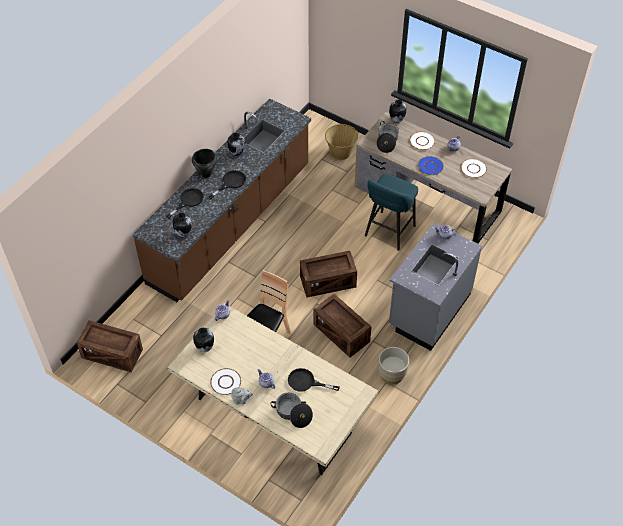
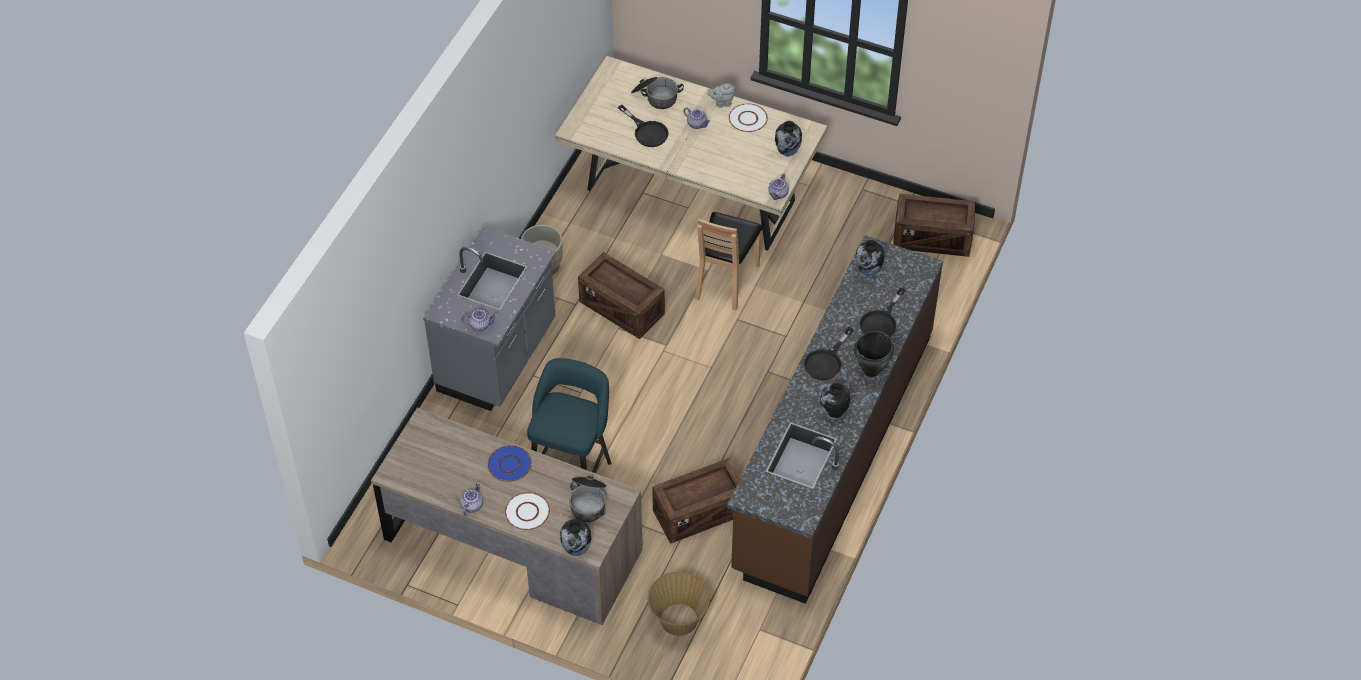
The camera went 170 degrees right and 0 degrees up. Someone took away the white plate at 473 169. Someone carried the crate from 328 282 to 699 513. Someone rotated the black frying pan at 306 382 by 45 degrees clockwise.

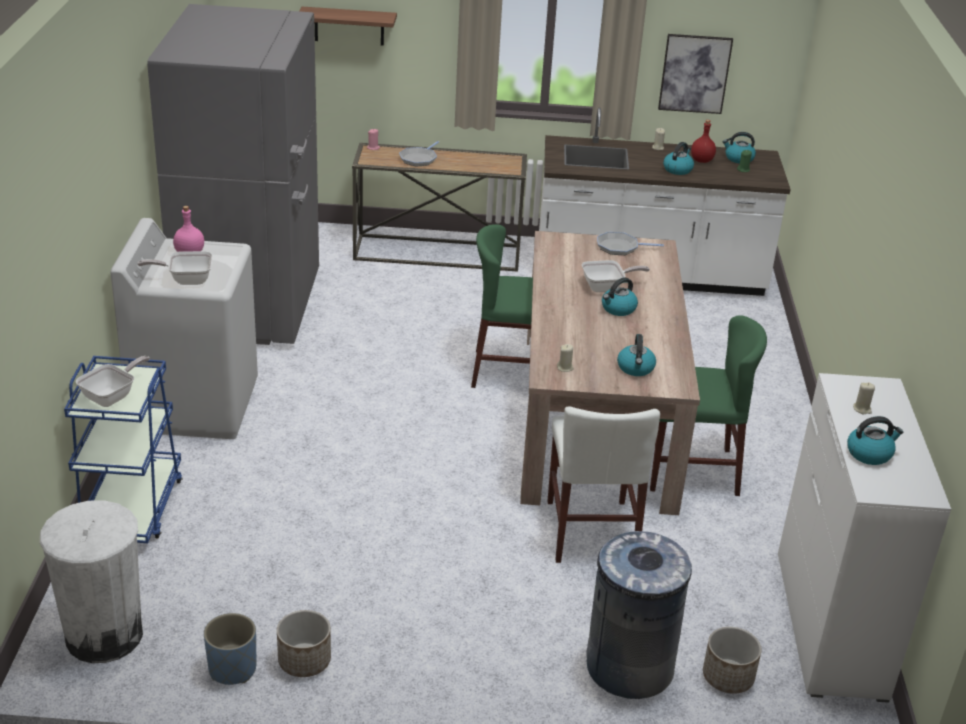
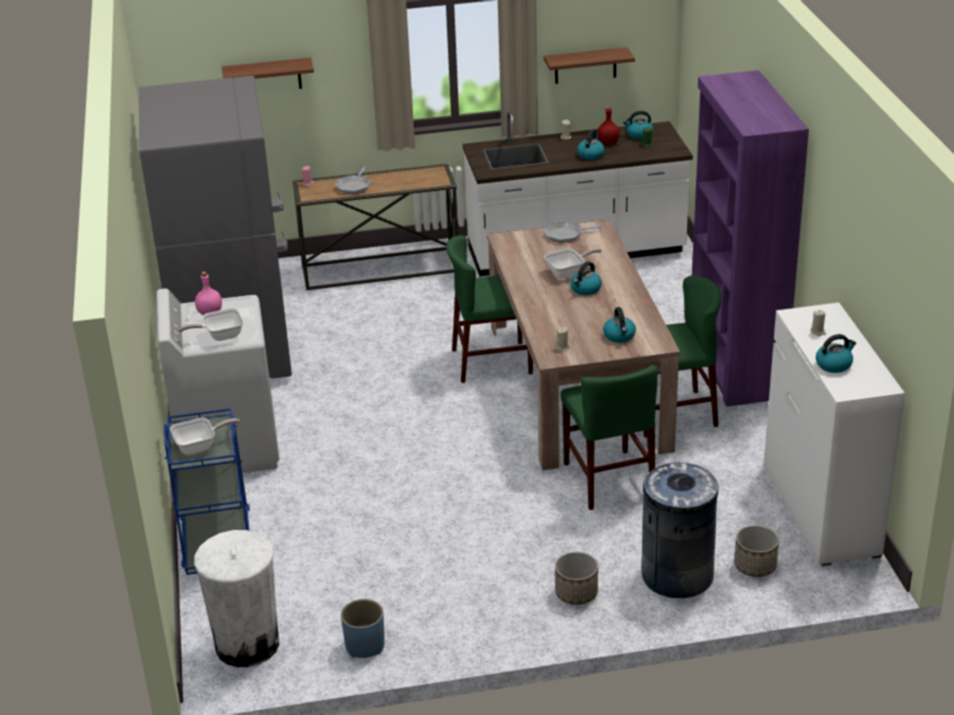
The camera went 10 degrees left and 0 degrees up. Someone put down the purple bookcase at 734 365. Someone carried the planter from 304 661 to 576 593. Someone swapped the picture at 694 73 for the shelf at 585 65. Someone repainted the white chair at 591 531, which became the green chair at 608 479. Someone rotated the frying pan at 112 396 by 45 degrees clockwise.

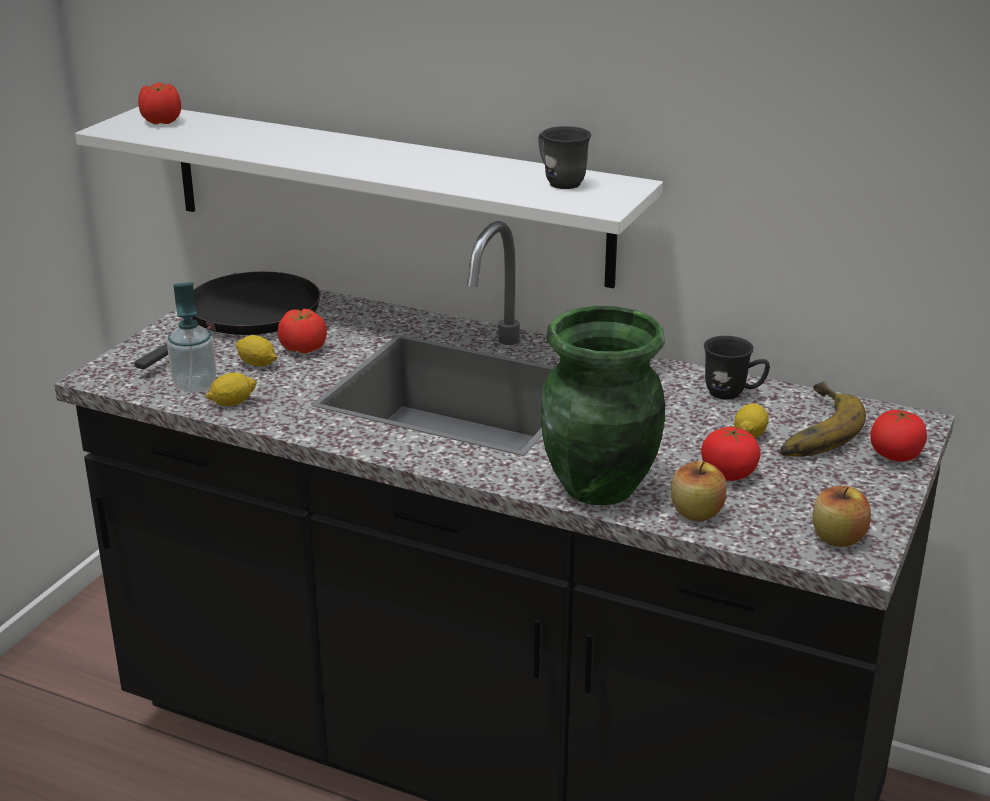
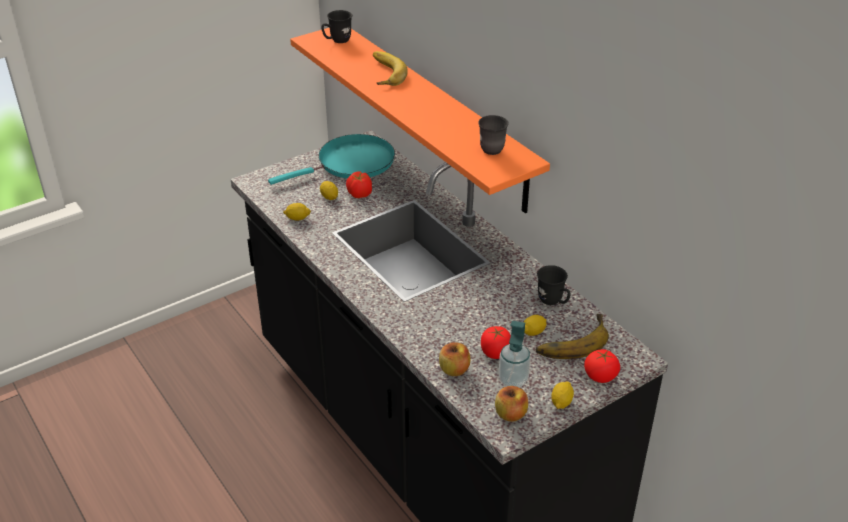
The camera went 30 degrees right and 10 degrees up. Someone took away the green vase at 600 487. Someone put down the banana at 383 73. Someone put down the lemon at 561 402. Someone carried the soap dispenser from 195 385 to 513 380. Someone swapped the tomato at 161 122 for the black mug at 337 41. Someone repainted the white shelf at 385 193, which became the orange shelf at 435 115. Someone repainted the black frying pan at 248 317, which became the turquoise frying pan at 351 163.

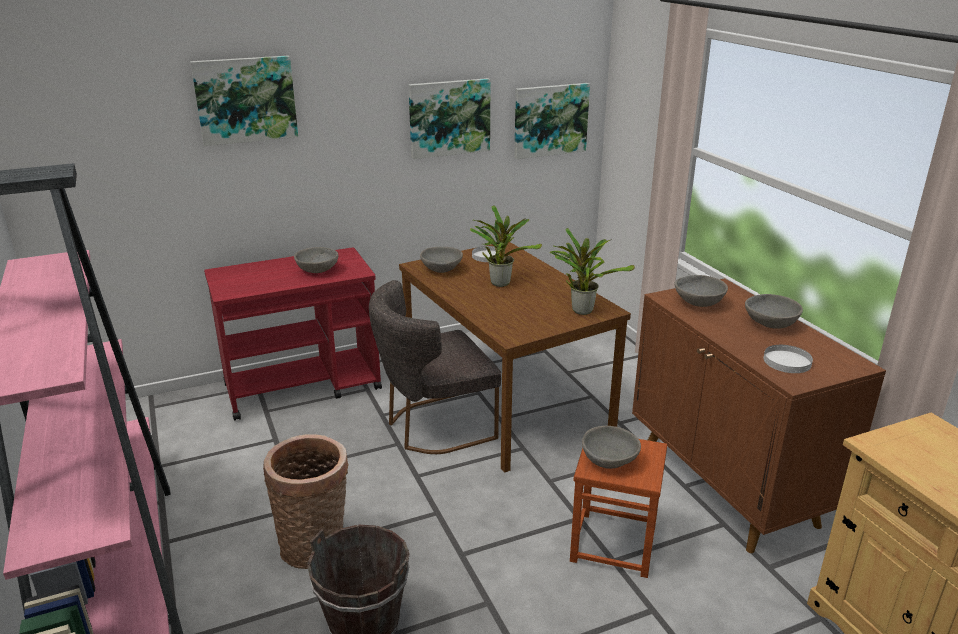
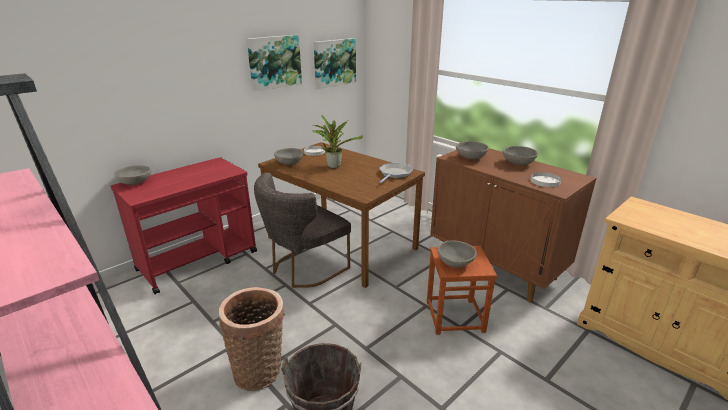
The camera went 20 degrees left and 0 degrees up. Someone took away the picture at 245 99. Someone carried the grey bowl from 318 270 to 136 182. Someone swapped the potted plant at 581 309 for the frying pan at 394 174.

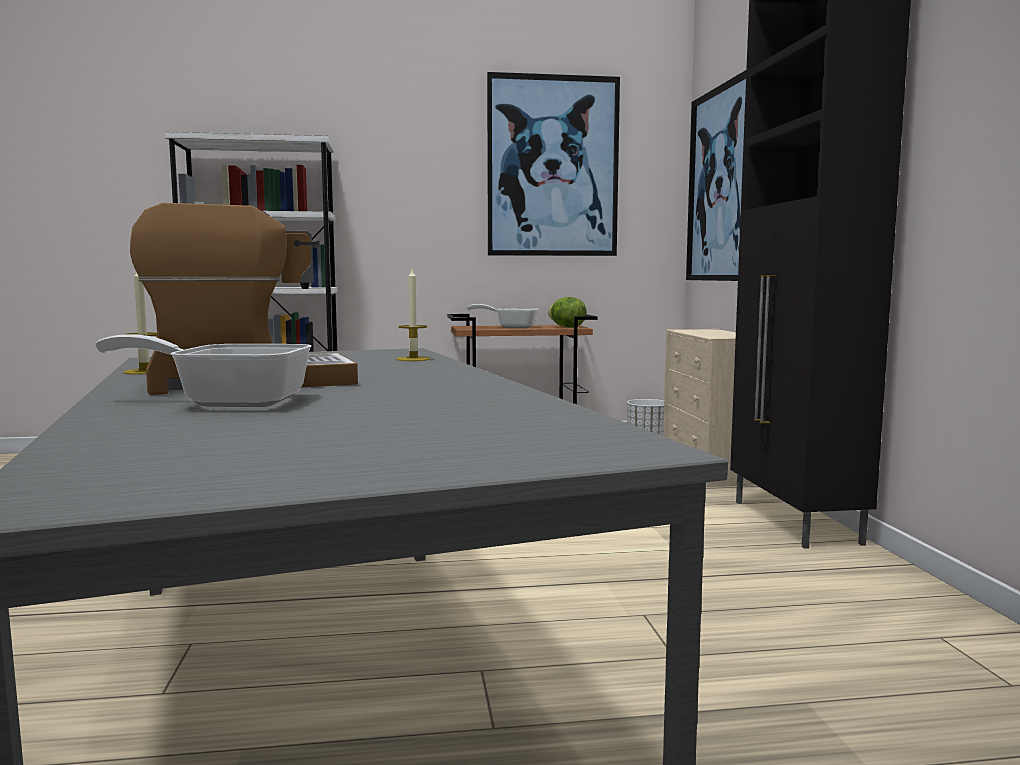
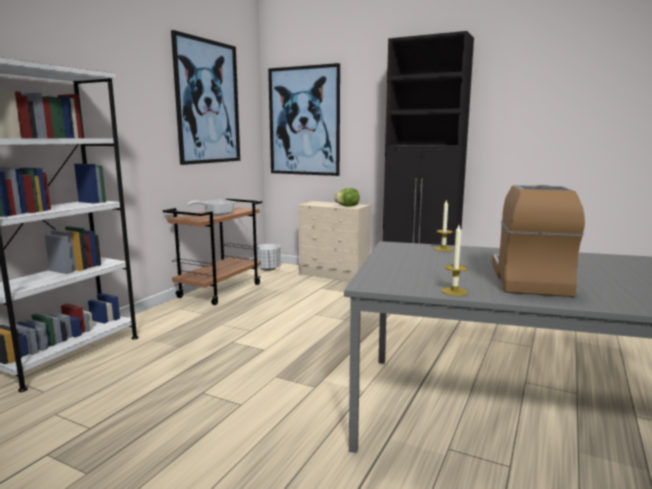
The camera went 55 degrees left and 5 degrees up. Someone took away the frying pan at 229 401. Someone carried the lettuce from 567 327 to 347 206.

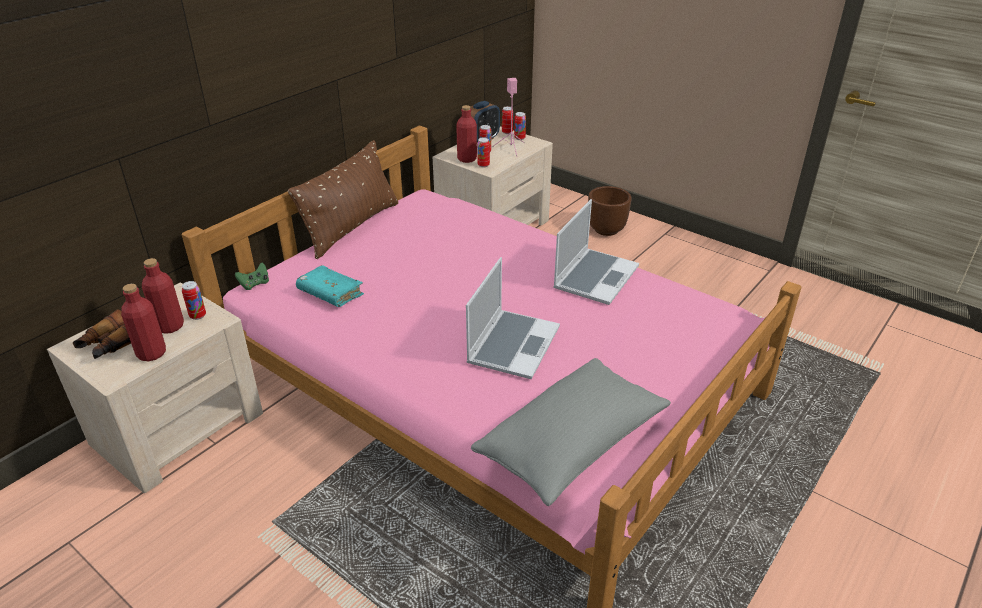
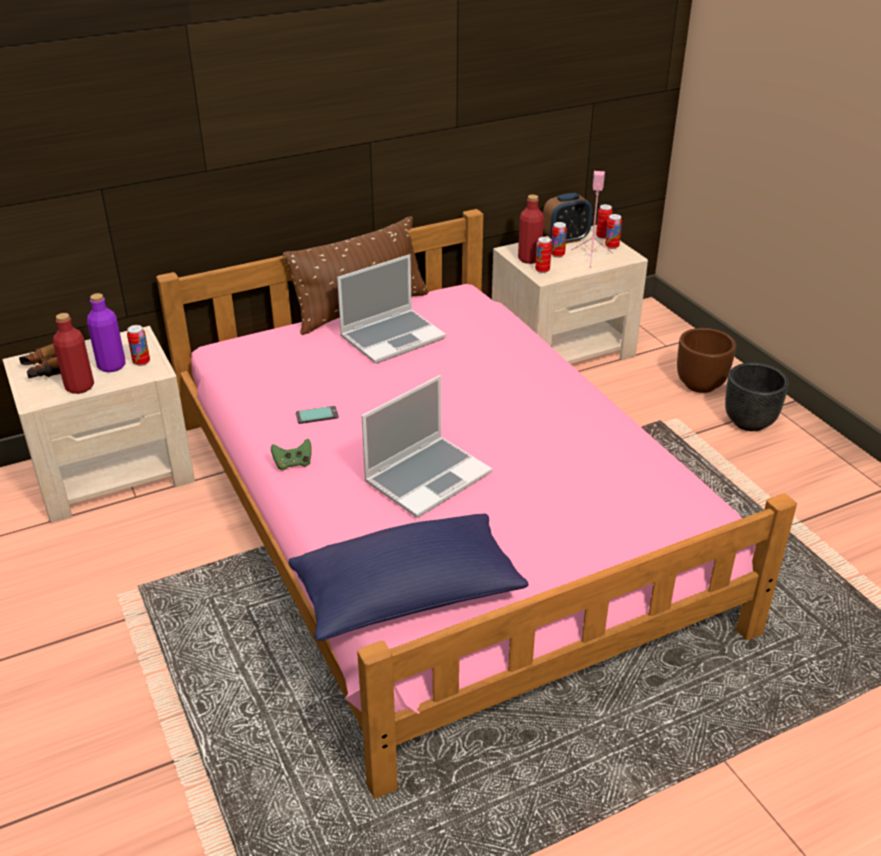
The camera went 25 degrees right and 0 degrees up. Someone took away the turquoise book at 330 293. Someone put down the phone at 317 415. Someone put down the black planter at 748 421. Someone carried the green game controller from 255 284 to 293 464. Someone carried the laptop from 595 277 to 393 337. Someone repainted the red bottle at 170 326, which became the purple bottle at 111 366. Someone repainted the grey pillow at 572 444, which became the blue pillow at 407 596.

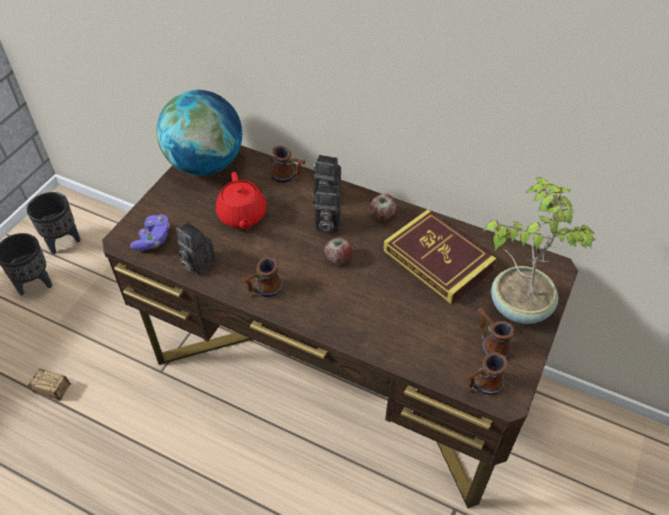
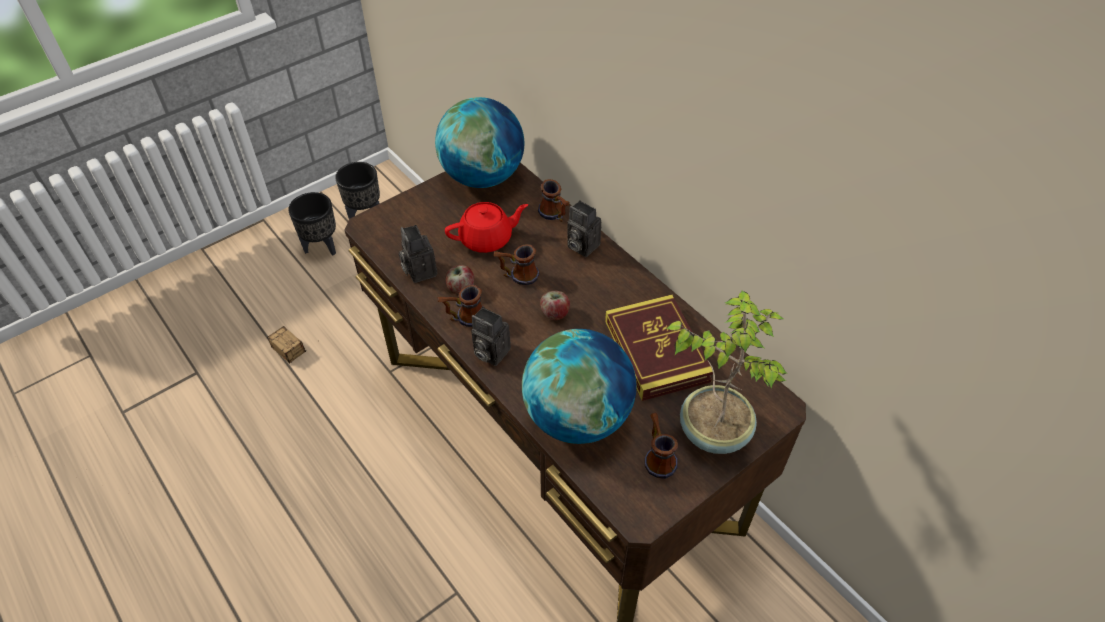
The camera went 25 degrees right and 0 degrees up. Someone took away the purple game controller at 153 239. Someone put down the globe at 577 417. Someone carried the photo camera from 326 224 to 489 352. Someone carried the apple from 382 215 to 460 288. Someone carried the mug from 481 386 to 517 276. Someone rotated the red teapot at 242 216 by 120 degrees counterclockwise.

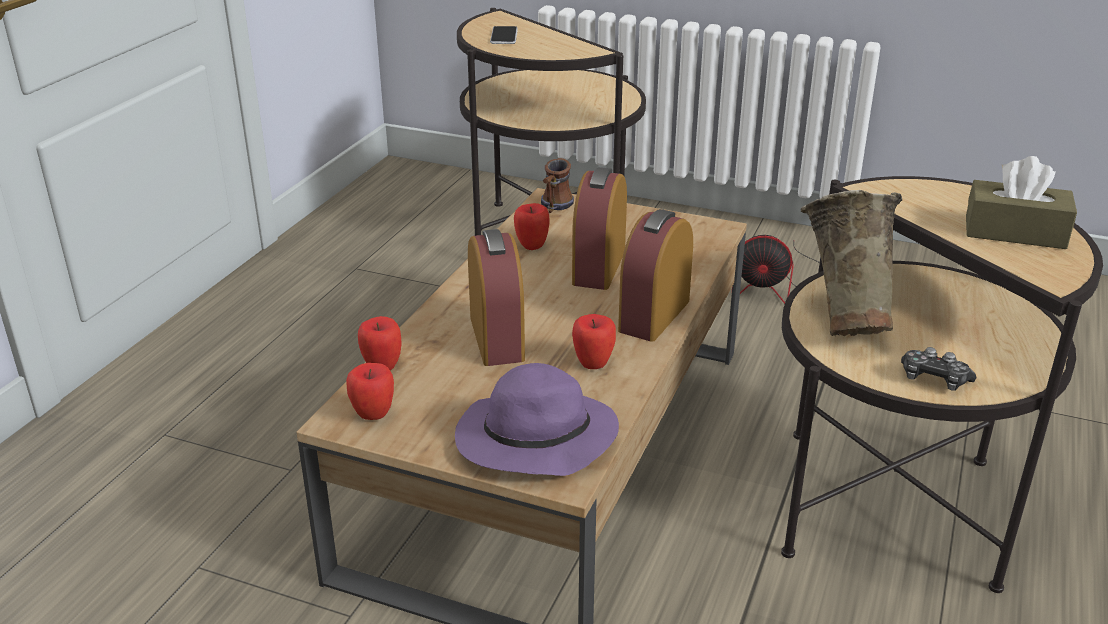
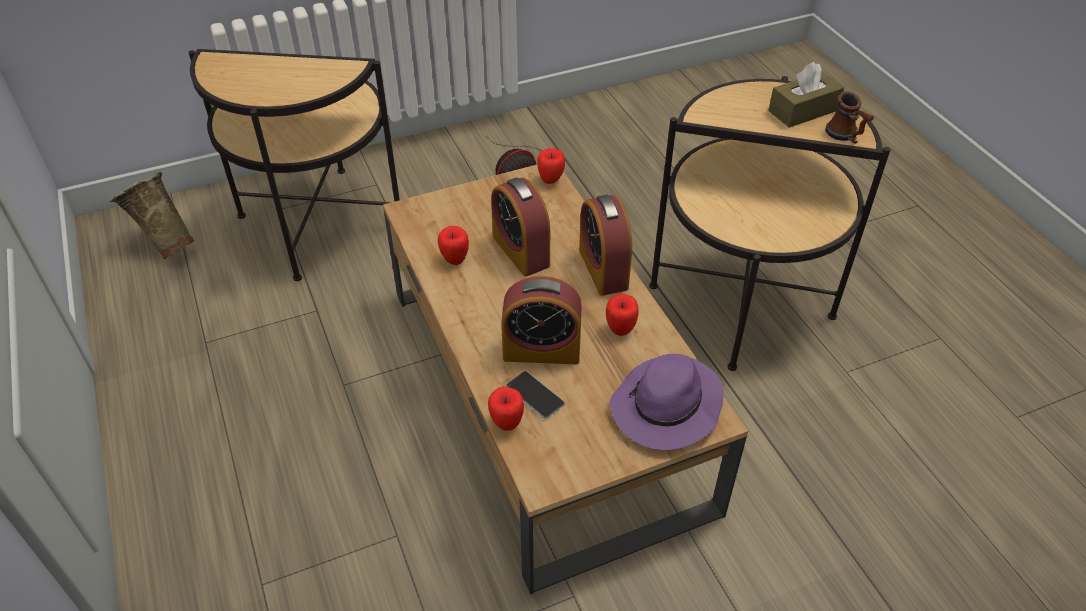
The camera went 45 degrees left and 15 degrees up. Someone took away the game controller at 934 379. Someone carried the apple from 373 415 to 551 180. Someone carried the phone from 504 36 to 535 395. Someone carried the mug from 554 207 to 846 137. Someone carried the beige vase from 843 321 to 166 245. Someone rotated the alarm clock at 496 338 by 150 degrees clockwise.

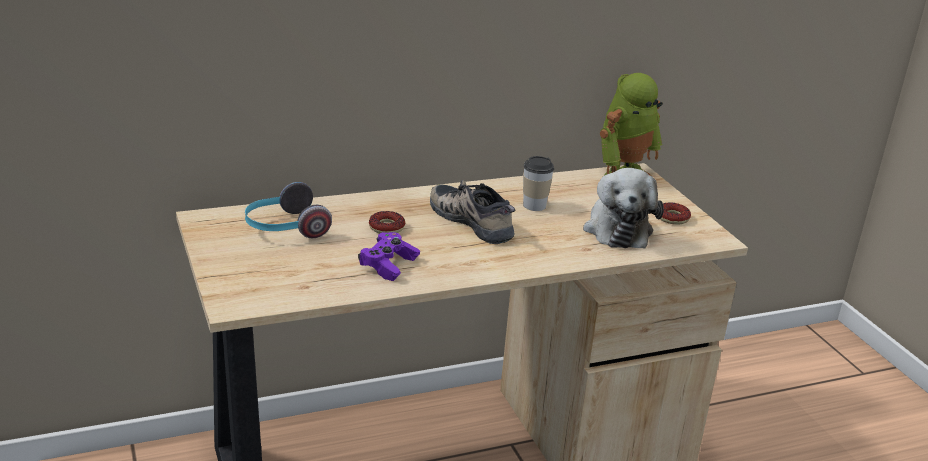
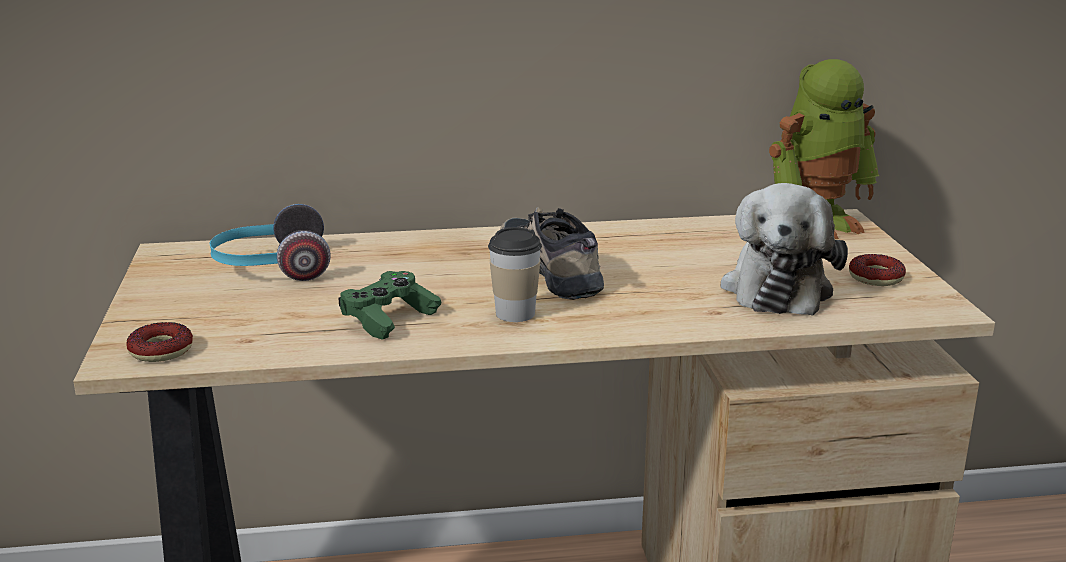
The camera went 15 degrees right and 5 degrees down. Someone carried the donut from 387 227 to 161 350. Someone carried the cup from 534 205 to 515 313. Someone repainted the purple game controller at 388 265, which became the green game controller at 389 319.

